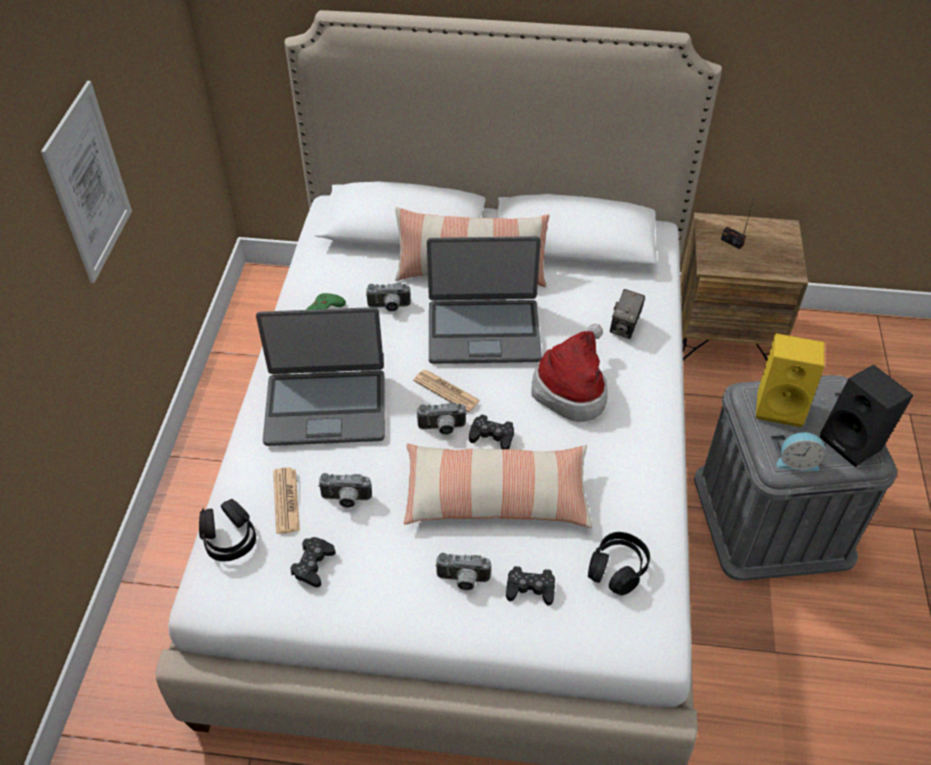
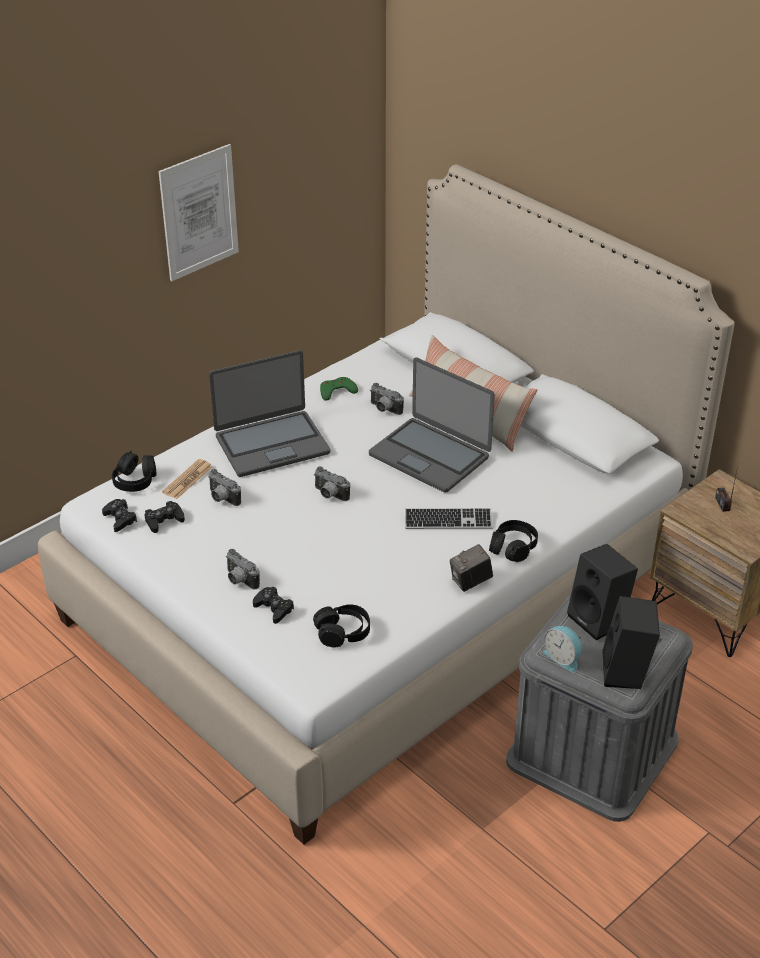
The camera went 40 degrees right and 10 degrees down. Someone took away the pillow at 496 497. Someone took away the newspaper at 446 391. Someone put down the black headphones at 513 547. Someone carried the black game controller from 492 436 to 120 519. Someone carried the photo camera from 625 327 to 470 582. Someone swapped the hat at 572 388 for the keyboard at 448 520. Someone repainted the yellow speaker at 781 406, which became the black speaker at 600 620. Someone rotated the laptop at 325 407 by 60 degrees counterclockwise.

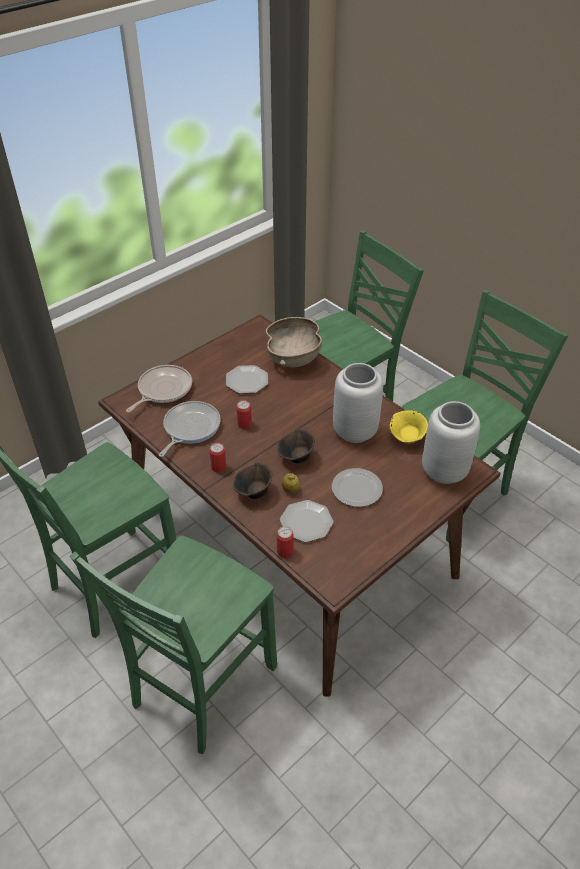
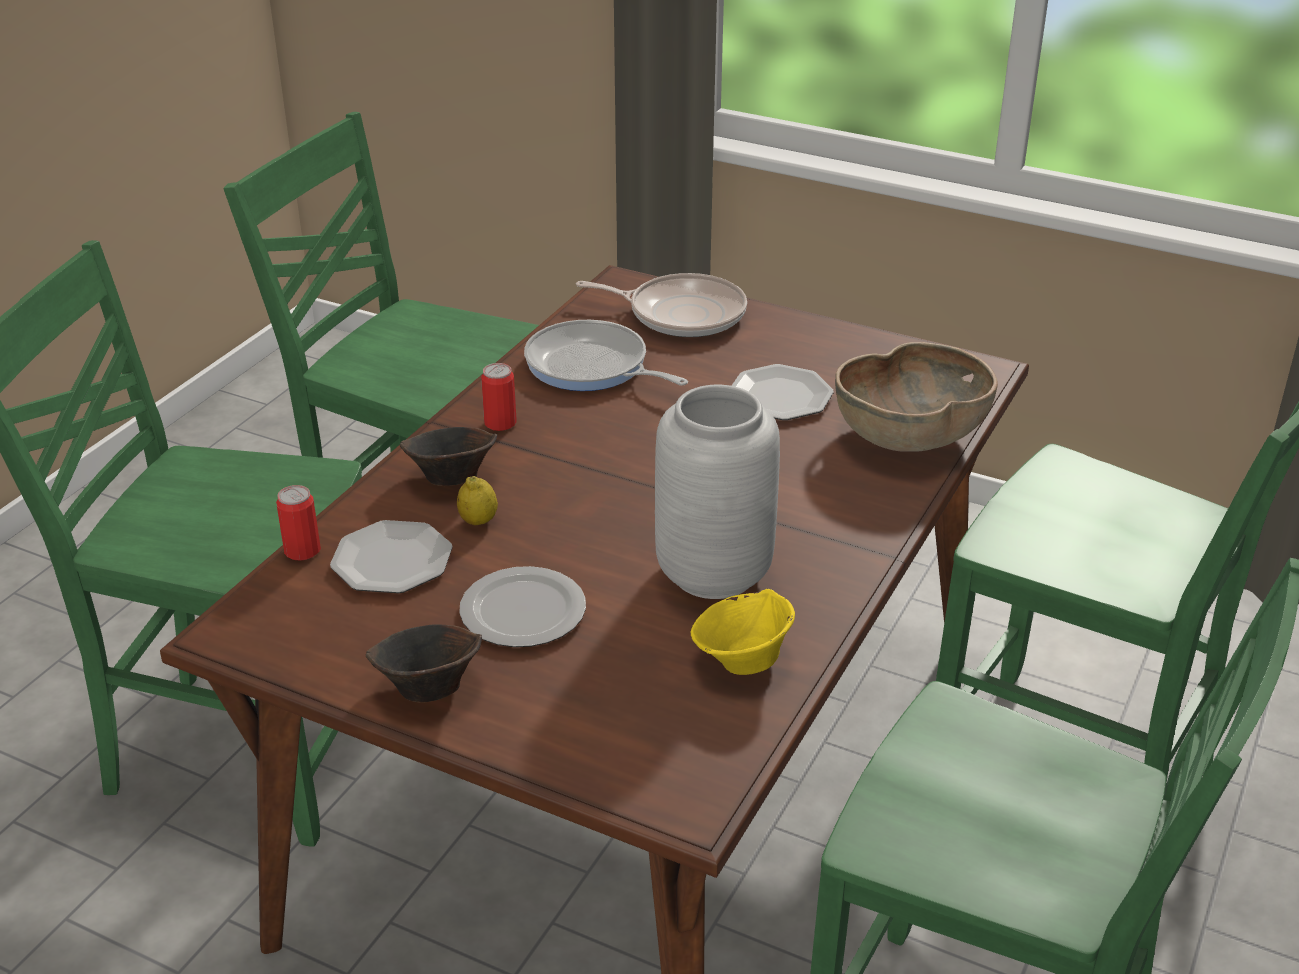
The camera went 70 degrees right and 10 degrees down. Someone took away the can at 244 424. Someone took away the grey vase at 445 471. Someone carried the brown bowl from 296 457 to 427 688. Someone rotated the frying pan at 190 428 by 150 degrees counterclockwise.

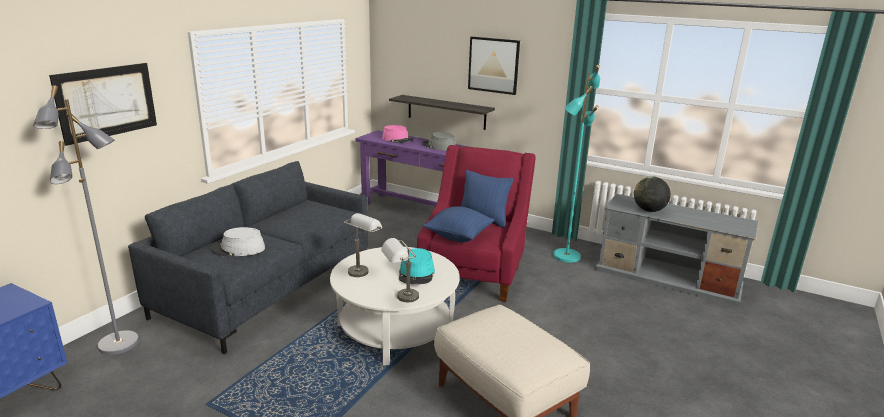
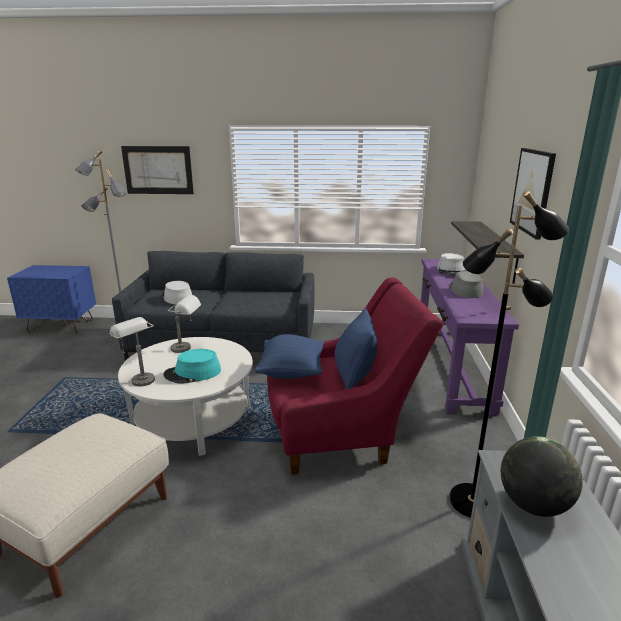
The camera went 65 degrees right and 0 degrees up. Someone repainted the pink hat at 398 139, which became the grey hat at 451 271. Someone repainted the turquoise floor lamp at 565 256, which became the black floor lamp at 472 500.

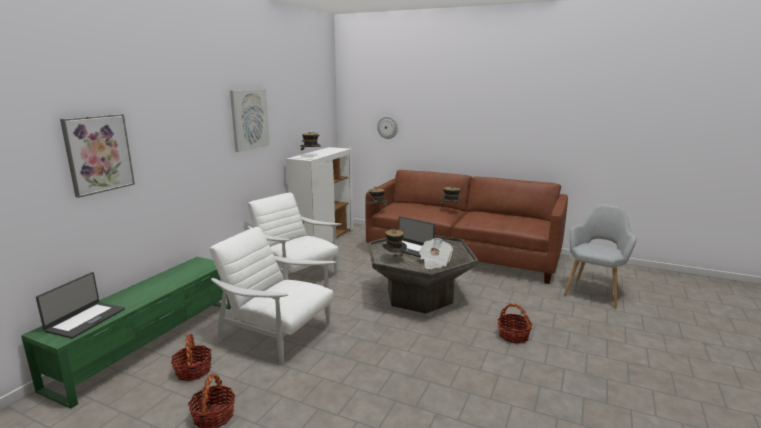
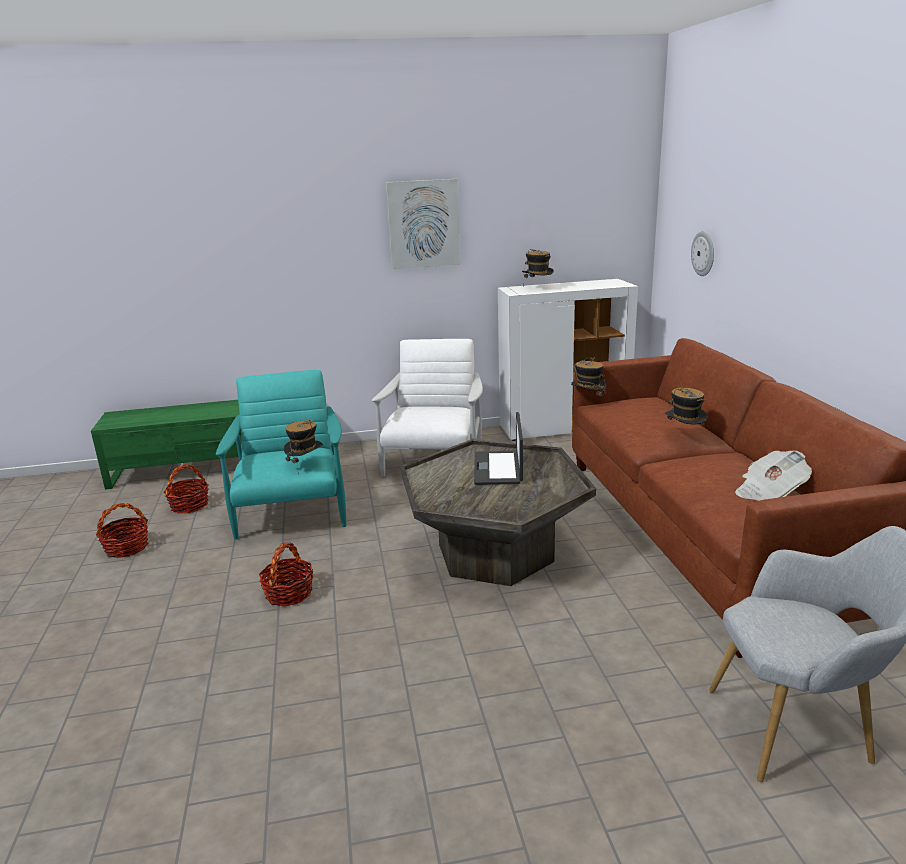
The camera went 55 degrees right and 5 degrees up. Someone took away the laptop at 85 320. Someone took away the picture at 98 154. Someone carried the hat from 394 259 to 305 466. Someone carried the newspaper from 435 262 to 769 492. Someone carried the basket from 513 336 to 289 593. Someone repainted the white armchair at 278 334, which became the turquoise armchair at 292 510.

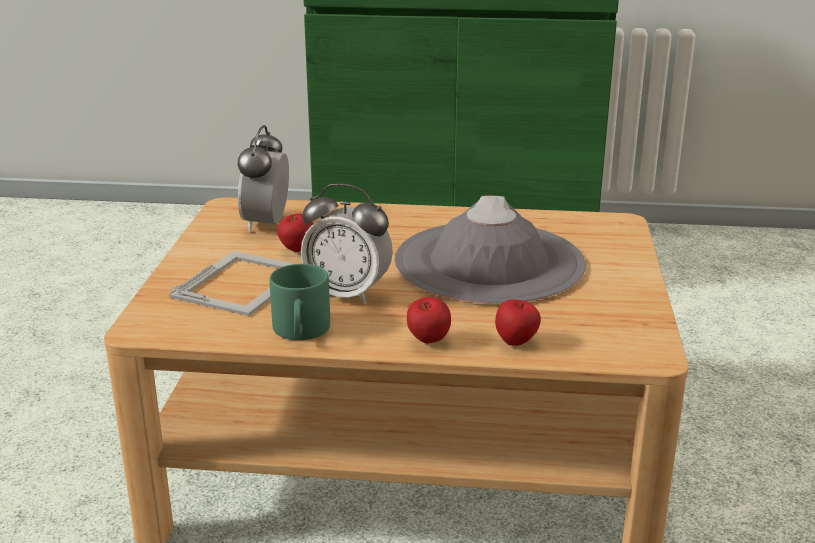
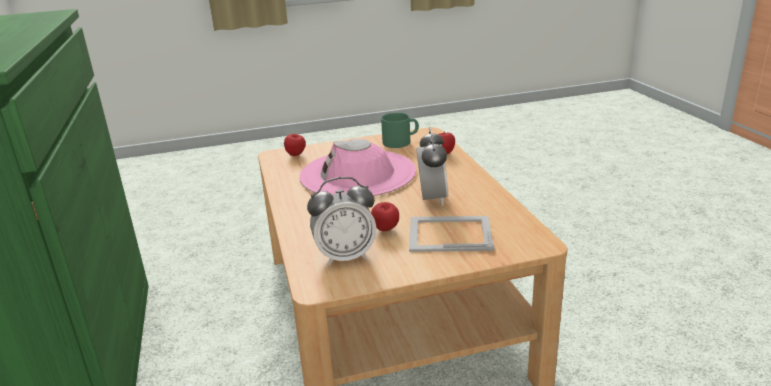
The camera went 110 degrees left and 0 degrees up. Someone carried the green mug from 302 331 to 400 141. Someone carried the apple from 427 342 to 296 155. Someone repainted the grey hat at 489 262, which became the pink hat at 358 174.

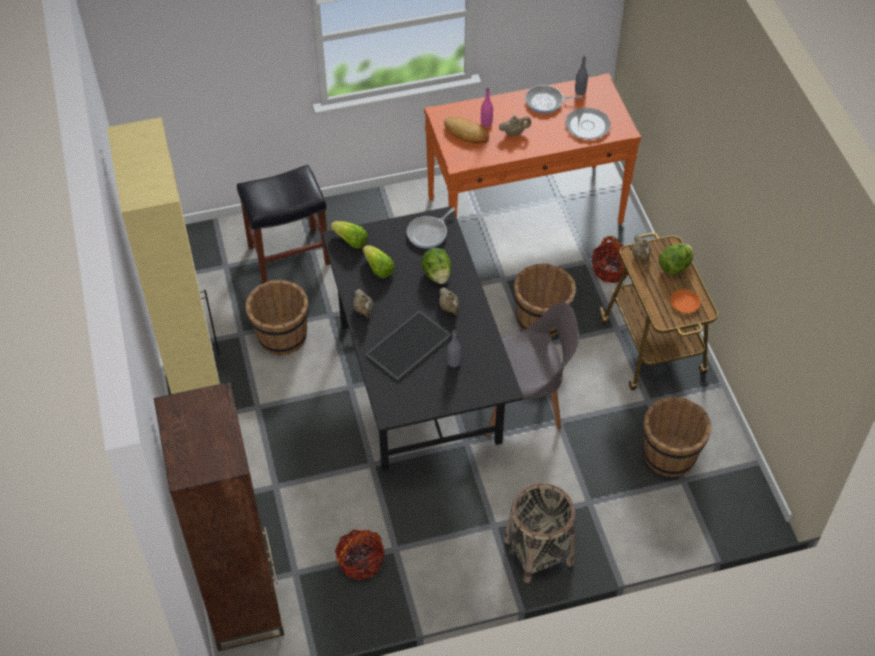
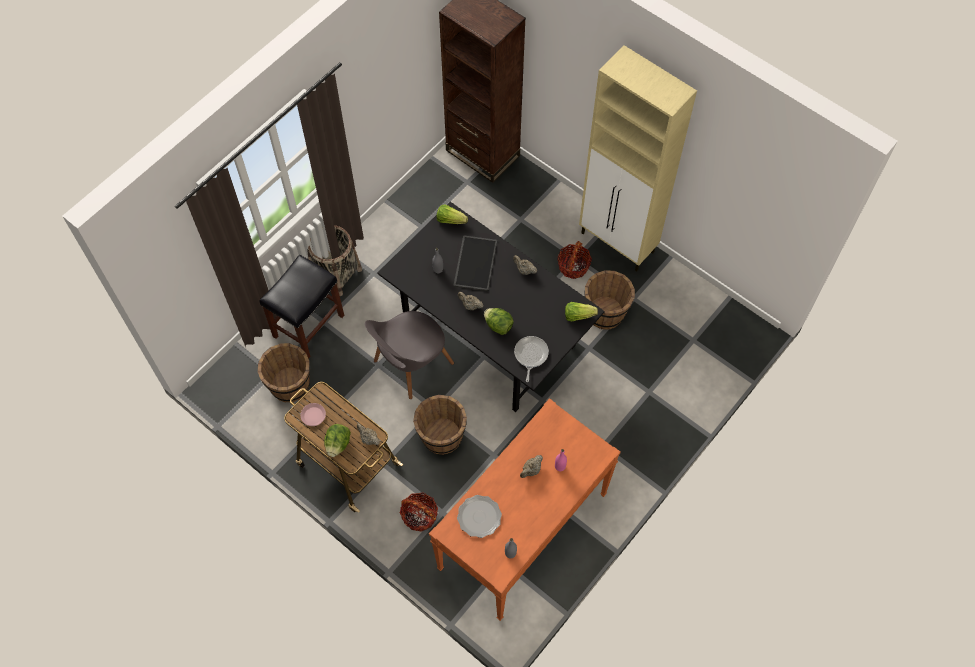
The camera went 145 degrees right and 10 degrees up. Someone took away the bread at 466 133. Someone took away the frying pan at 546 102. Someone carried the black stool from 288 255 to 309 325. Someone carried the basket from 360 561 to 573 266. Someone carried the lettuce from 378 268 to 450 220. Someone repainted the orange plate at 685 303, which became the pink plate at 313 415.

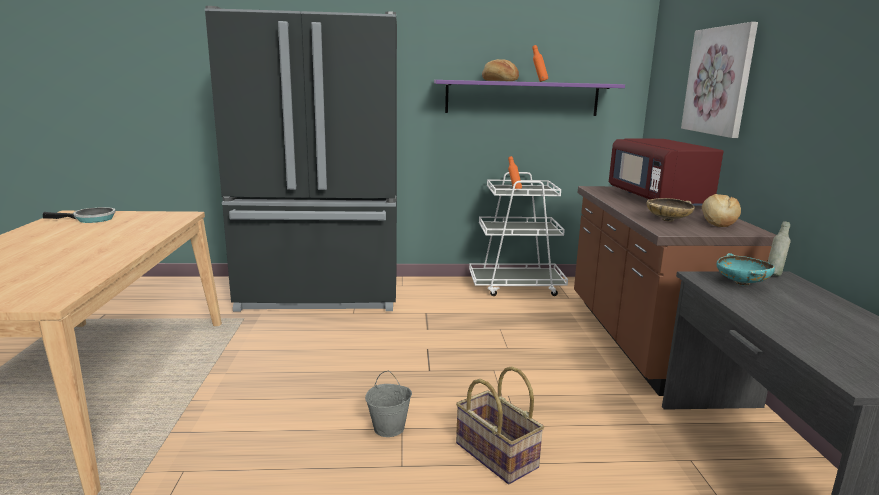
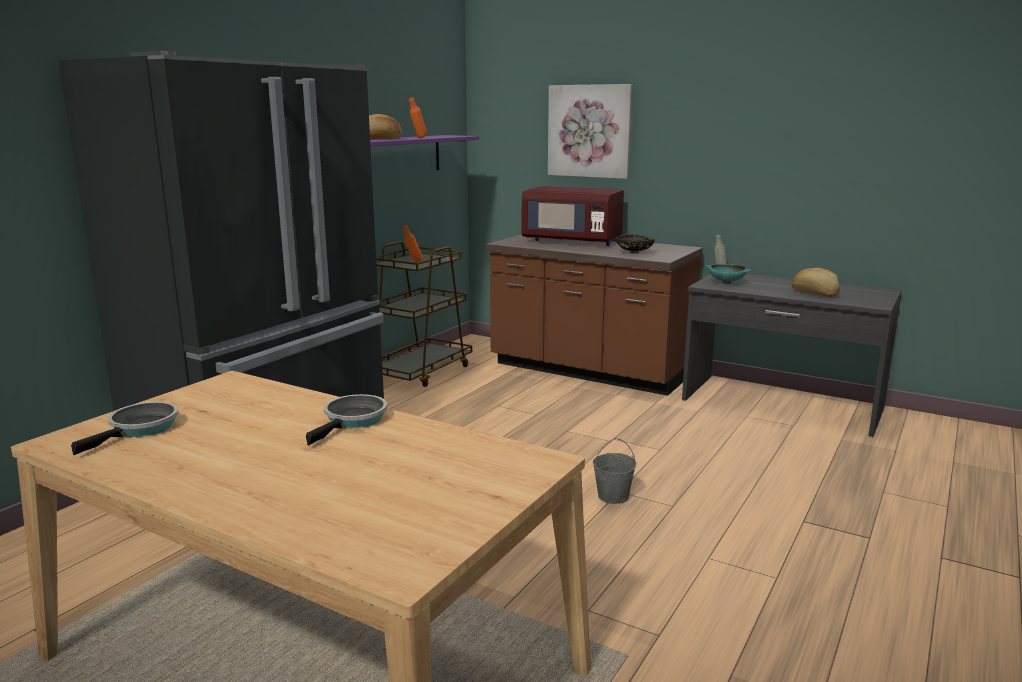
The camera went 55 degrees left and 0 degrees up. Someone took away the basket at 495 455. Someone put down the frying pan at 353 421. Someone carried the bread from 717 222 to 814 294. Someone repainted the white cart at 516 286, which became the brown cart at 421 372. Someone repainted the beige bowl at 668 220, which became the black bowl at 634 252.

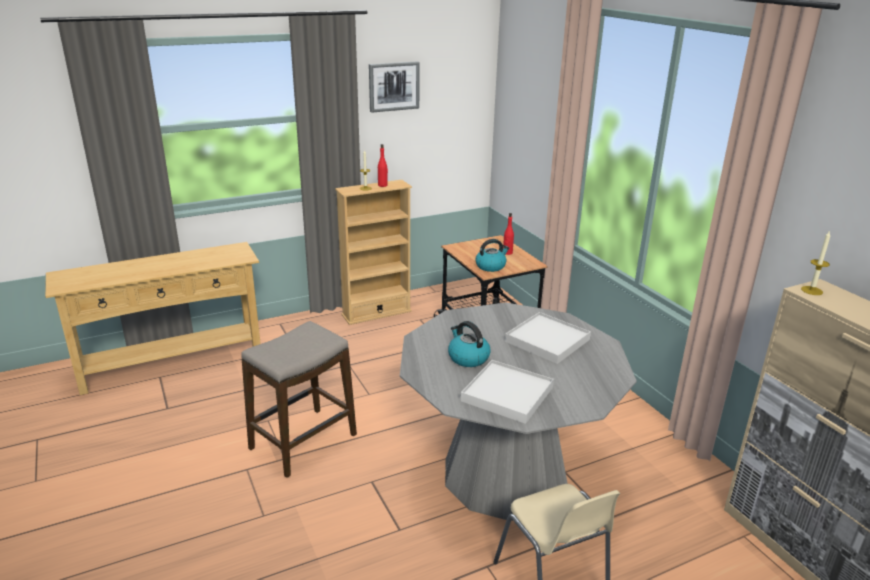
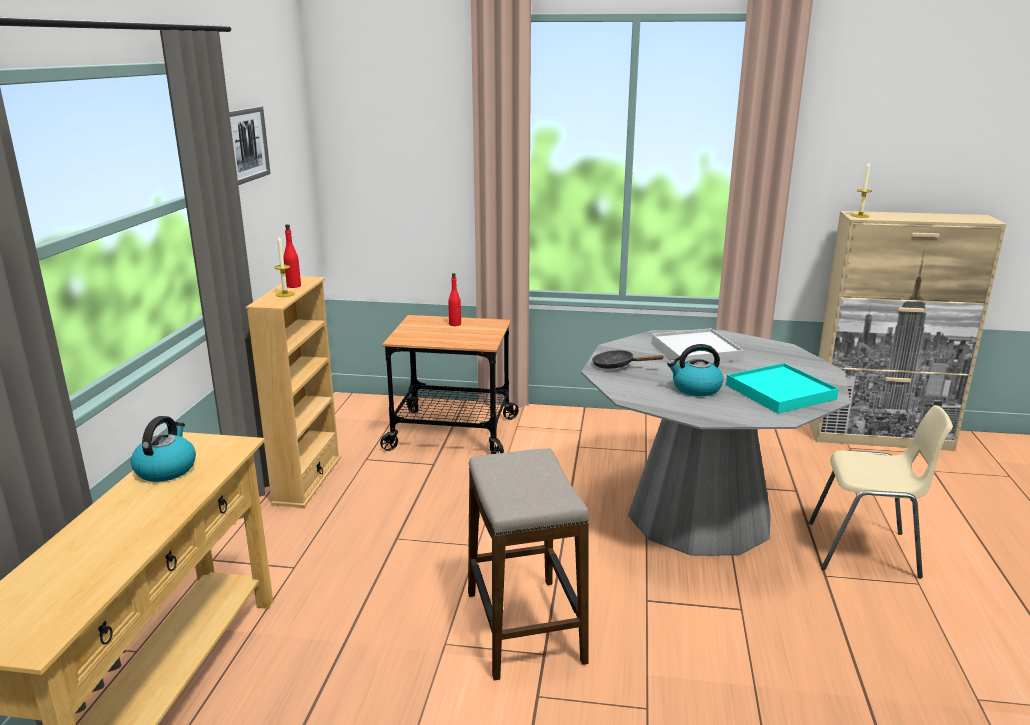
The camera went 55 degrees left and 5 degrees down. Someone put down the black frying pan at 617 366. Someone carried the kettle from 491 266 to 166 469. Someone repainted the white tray at 507 394, which became the turquoise tray at 780 392.

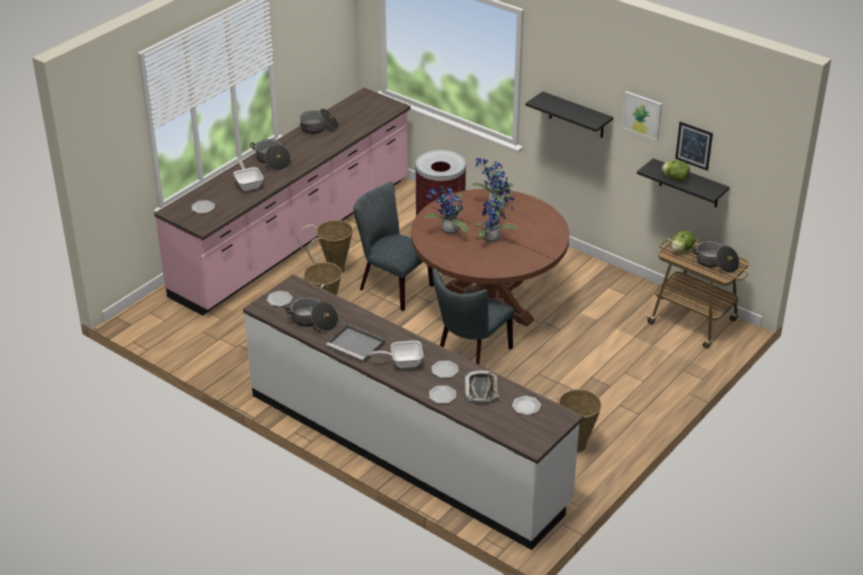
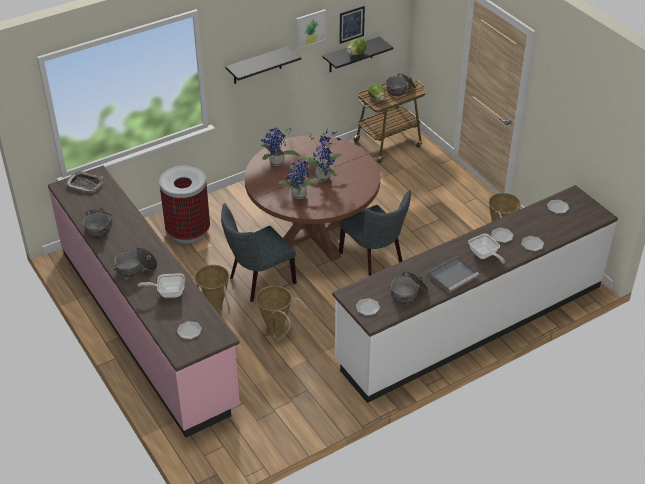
The camera went 70 degrees left and 5 degrees up. Someone carried the tray from 481 389 to 85 184. Someone rotated the frying pan at 402 363 by 45 degrees counterclockwise.

